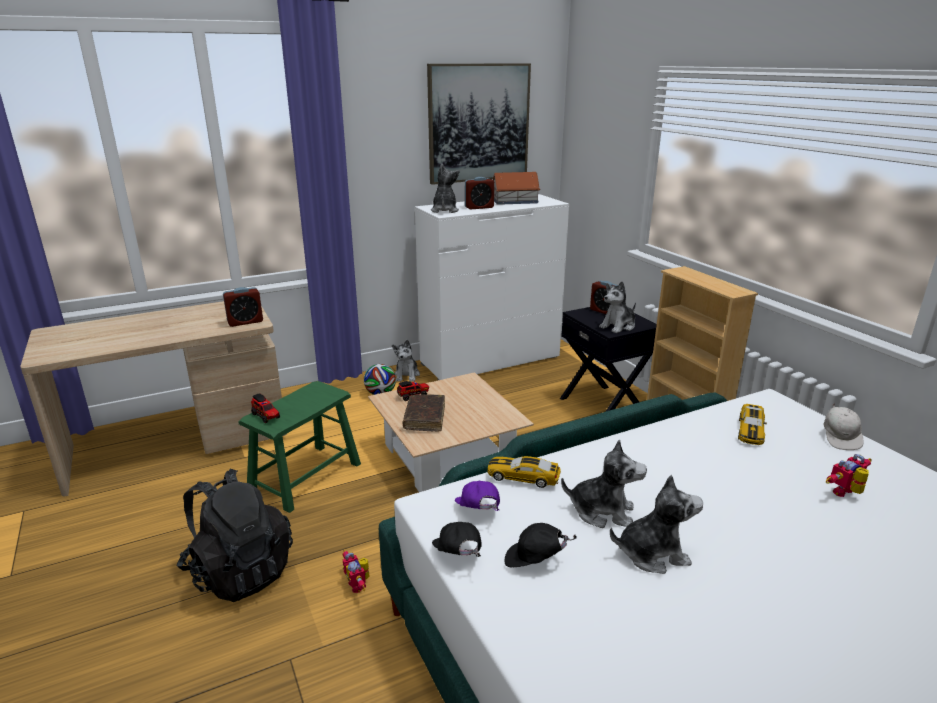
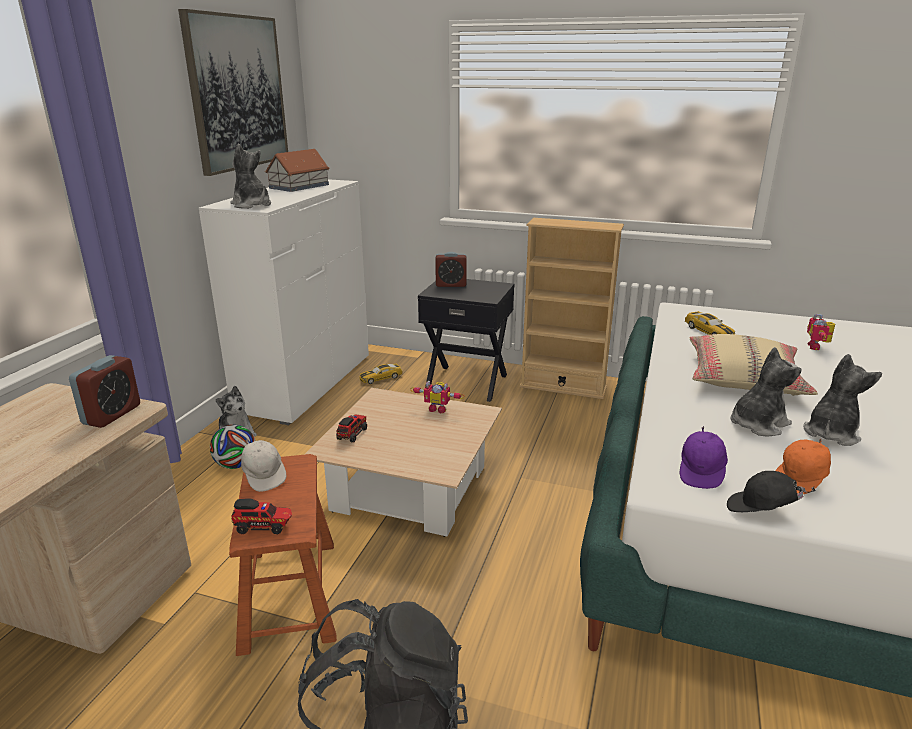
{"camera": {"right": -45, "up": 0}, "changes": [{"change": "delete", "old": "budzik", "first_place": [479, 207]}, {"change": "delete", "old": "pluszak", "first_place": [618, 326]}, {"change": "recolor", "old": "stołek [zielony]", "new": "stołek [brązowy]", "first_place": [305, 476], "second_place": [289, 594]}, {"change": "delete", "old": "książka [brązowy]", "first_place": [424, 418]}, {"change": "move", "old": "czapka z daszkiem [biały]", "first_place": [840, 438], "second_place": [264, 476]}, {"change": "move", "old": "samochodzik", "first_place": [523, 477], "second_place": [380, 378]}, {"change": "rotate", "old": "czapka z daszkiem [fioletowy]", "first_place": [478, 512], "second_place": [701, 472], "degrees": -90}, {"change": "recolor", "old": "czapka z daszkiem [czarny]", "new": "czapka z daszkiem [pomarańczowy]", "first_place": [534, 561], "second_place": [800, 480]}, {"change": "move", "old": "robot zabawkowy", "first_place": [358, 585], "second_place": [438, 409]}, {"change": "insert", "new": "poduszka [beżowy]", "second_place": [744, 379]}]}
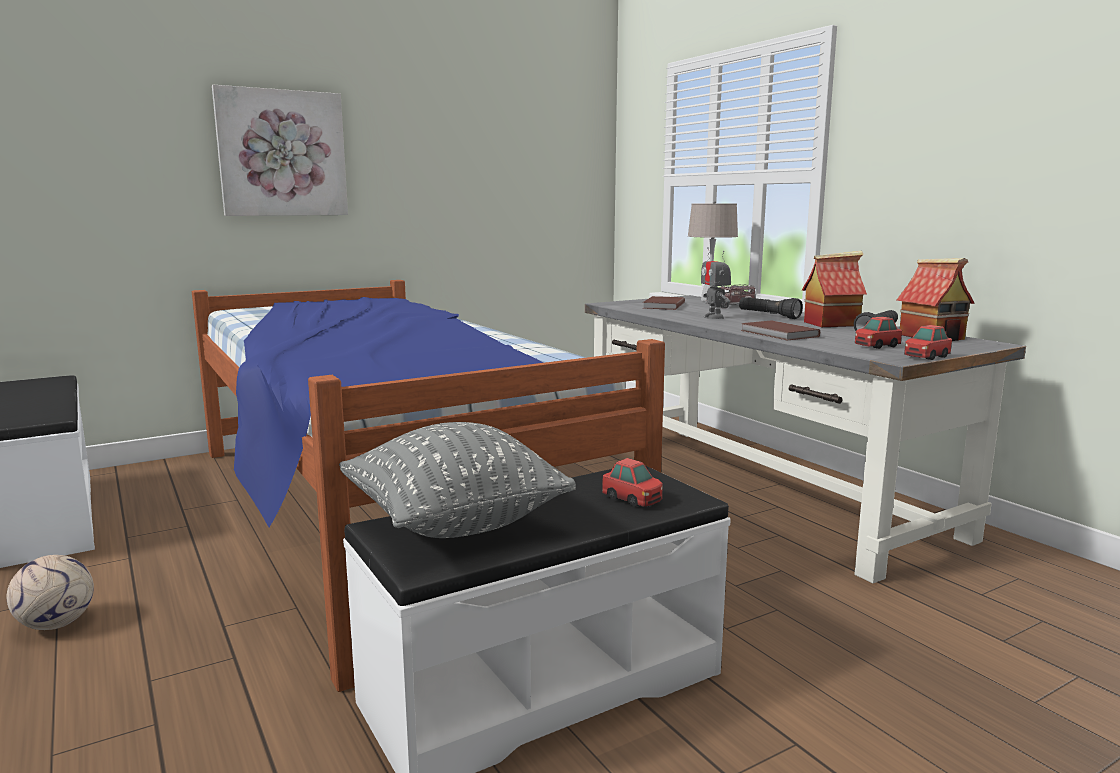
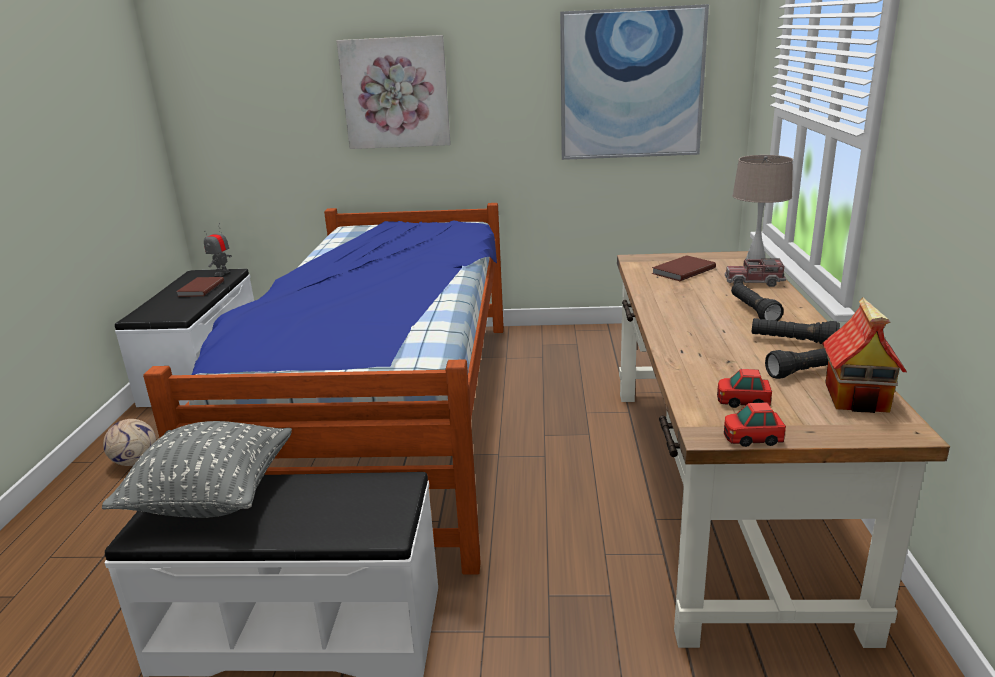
{"camera": {"right": 35, "up": 10}, "changes": [{"change": "move", "old": "robot zabawkowy", "first_place": [713, 317], "second_place": [222, 273]}, {"change": "replace", "old": "domek", "new": "latarka [czarny]", "first_place": [831, 323], "second_place": [792, 342]}, {"change": "recolor", "old": "biurko [szary]", "new": "biurko [brązowy]", "first_place": [759, 489], "second_place": [719, 490]}, {"change": "move", "old": "książka [brązowy]", "first_place": [778, 334], "second_place": [199, 289]}, {"change": "delete", "old": "samochodzik", "first_place": [632, 499]}, {"change": "insert", "new": "obraz", "second_place": [631, 84]}]}
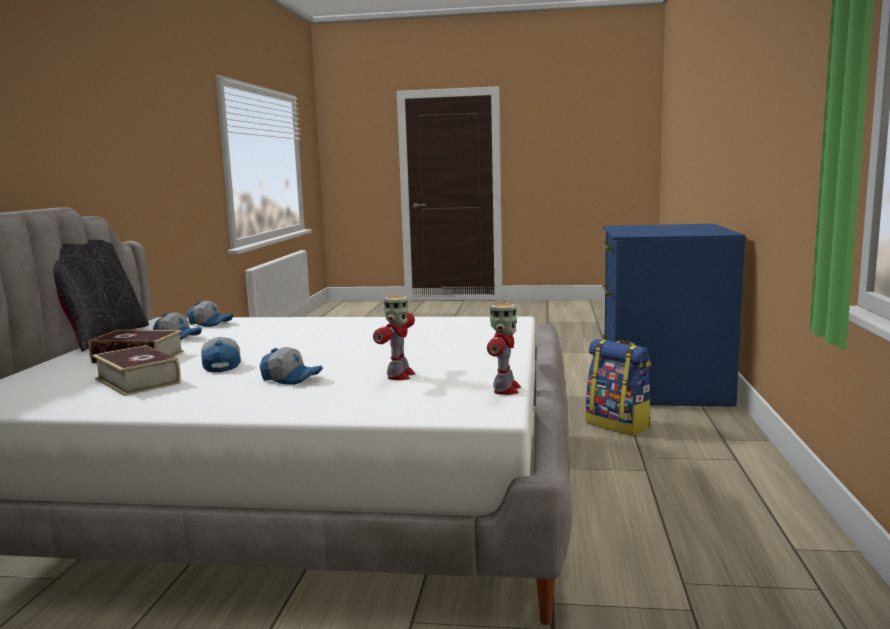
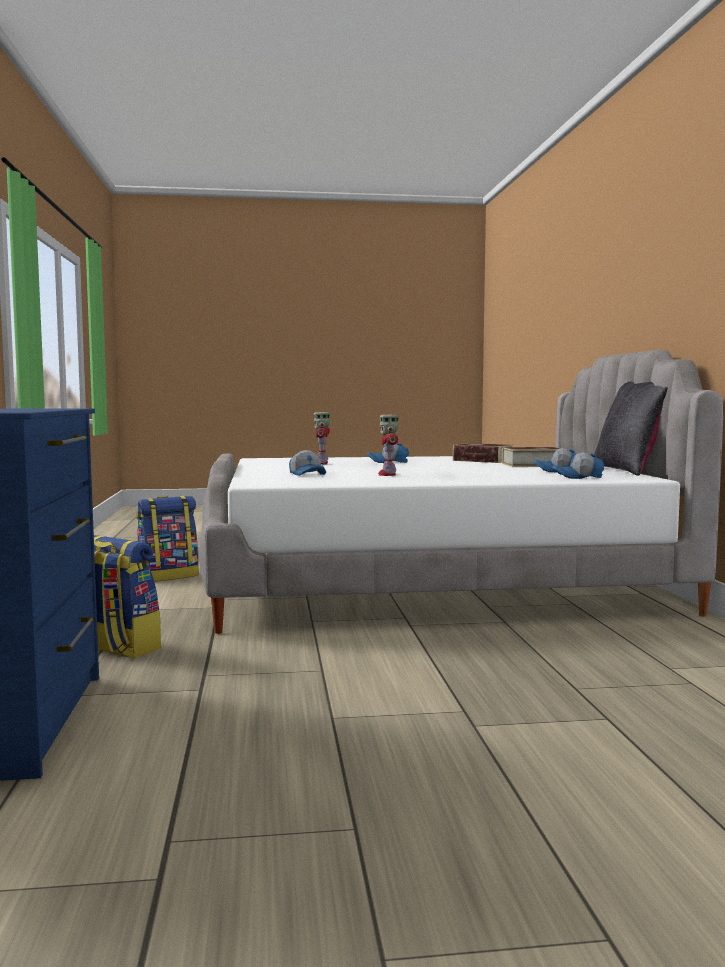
{"camera": {"right": 165, "up": -5}, "changes": [{"change": "move", "old": "robot zabawkowy", "first_place": [505, 390], "second_place": [388, 474]}, {"change": "move", "old": "czapka z daszkiem", "first_place": [221, 365], "second_place": [308, 474]}, {"change": "insert", "new": "plecak", "second_place": [168, 576]}]}
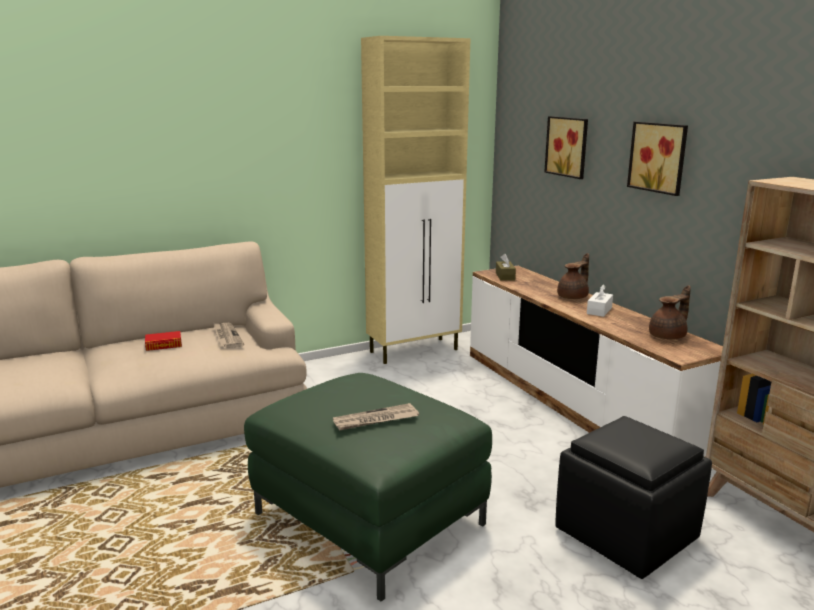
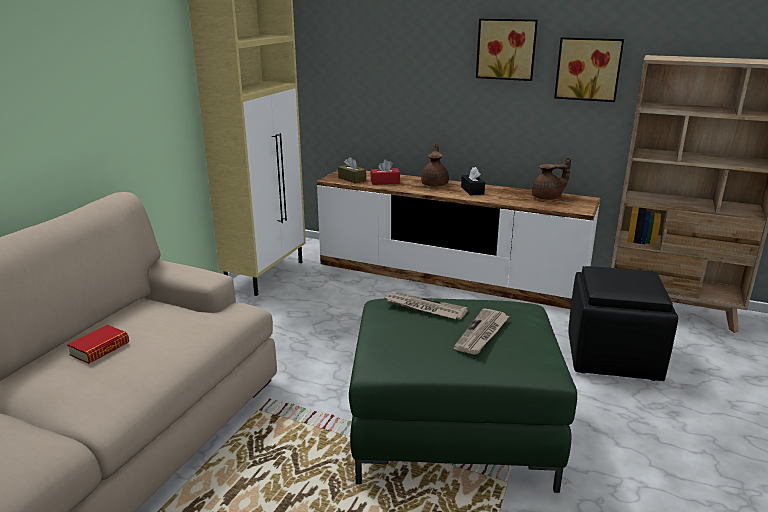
{"camera": {"right": -40, "up": 5}, "changes": [{"change": "move", "old": "obraz", "first_place": [568, 146], "second_place": [588, 69]}, {"change": "recolor", "old": "pudełko chusteczek [biały]", "new": "pudełko chusteczek [czarny]", "first_place": [599, 310], "second_place": [472, 190]}, {"change": "rotate", "old": "imbryk [brązowy]", "first_place": [668, 336], "second_place": [548, 198], "degrees": 60}, {"change": "move", "old": "gazeta", "first_place": [226, 337], "second_place": [424, 308]}, {"change": "insert", "new": "pudełko chusteczek [czerwony]", "second_place": [385, 182]}]}
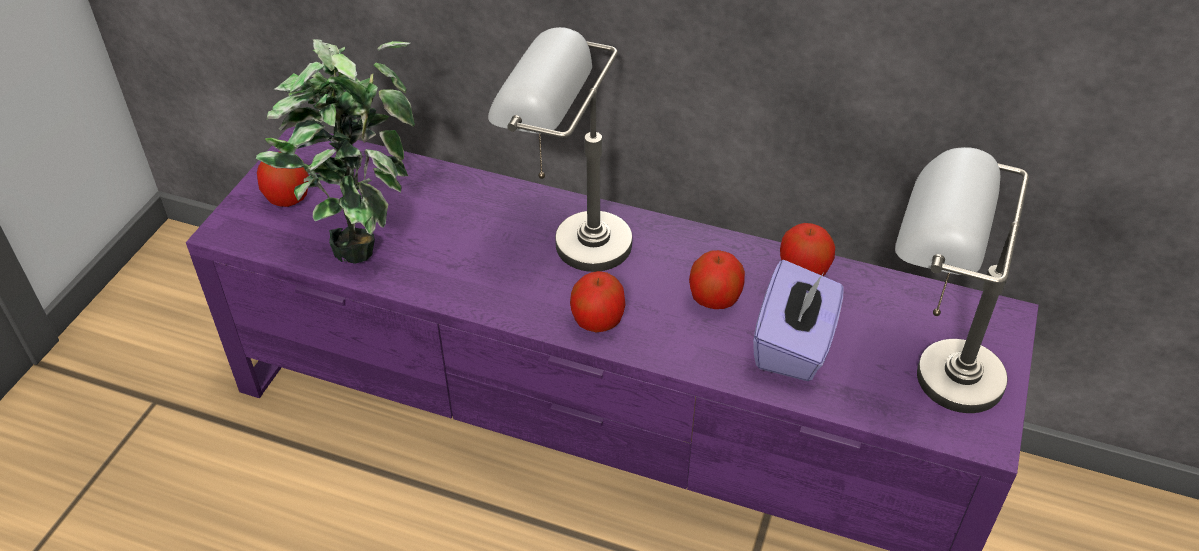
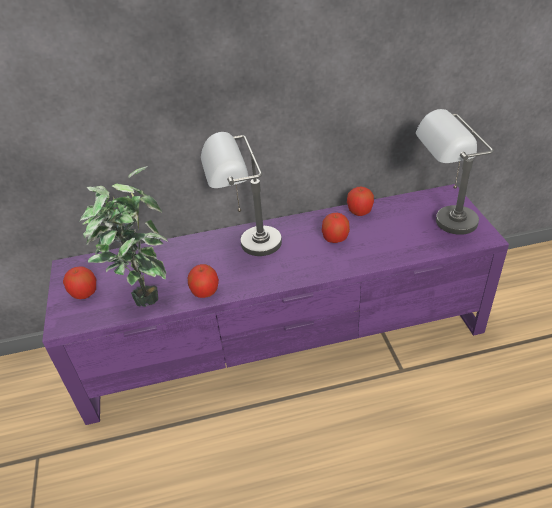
{"camera": {"right": -30, "up": -5}, "changes": [{"change": "delete", "old": "pudełko chusteczek [fioletowy]", "first_place": [794, 345]}, {"change": "move", "old": "jabłko", "first_place": [598, 321], "second_place": [205, 292]}]}
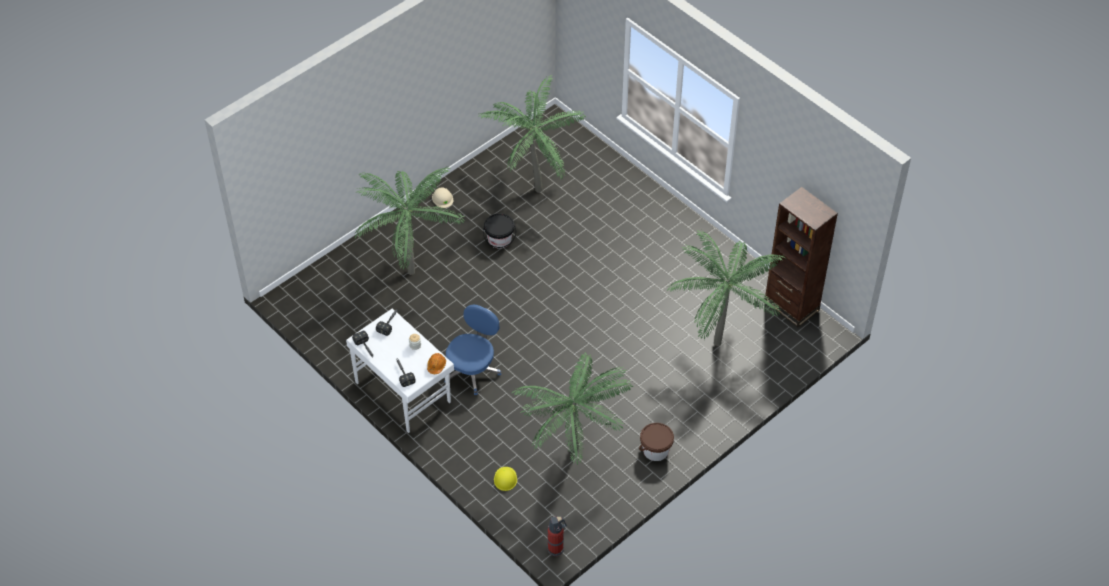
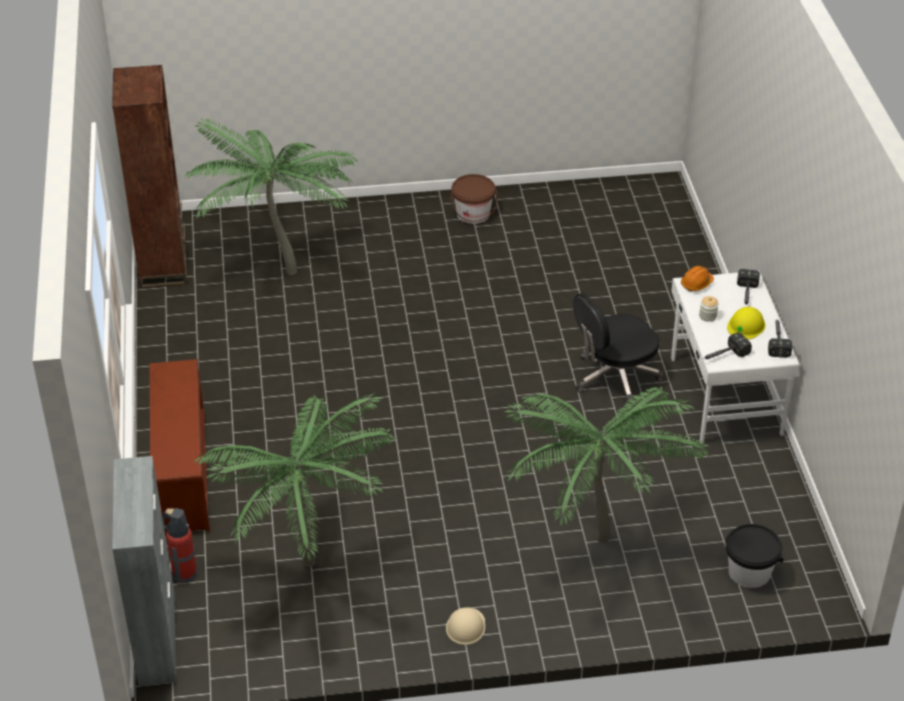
{"camera": {"right": -145, "up": -10}, "changes": [{"change": "move", "old": "wiadro [czarny]", "first_place": [499, 240], "second_place": [749, 572]}, {"change": "recolor", "old": "krzesło biurowe [niebieski]", "new": "krzesło biurowe [czarny]", "first_place": [472, 370], "second_place": [614, 378]}, {"change": "delete", "old": "roślina doniczkowa", "first_place": [573, 458]}, {"change": "move", "old": "kask [żółty]", "first_place": [505, 479], "second_place": [746, 325]}, {"change": "move", "old": "gaśnica", "first_place": [556, 549], "second_place": [183, 573]}, {"change": "insert", "new": "regał na buty [brązowy]", "second_place": [182, 474]}, {"change": "insert", "new": "szafka [szary]", "second_place": [157, 637]}]}
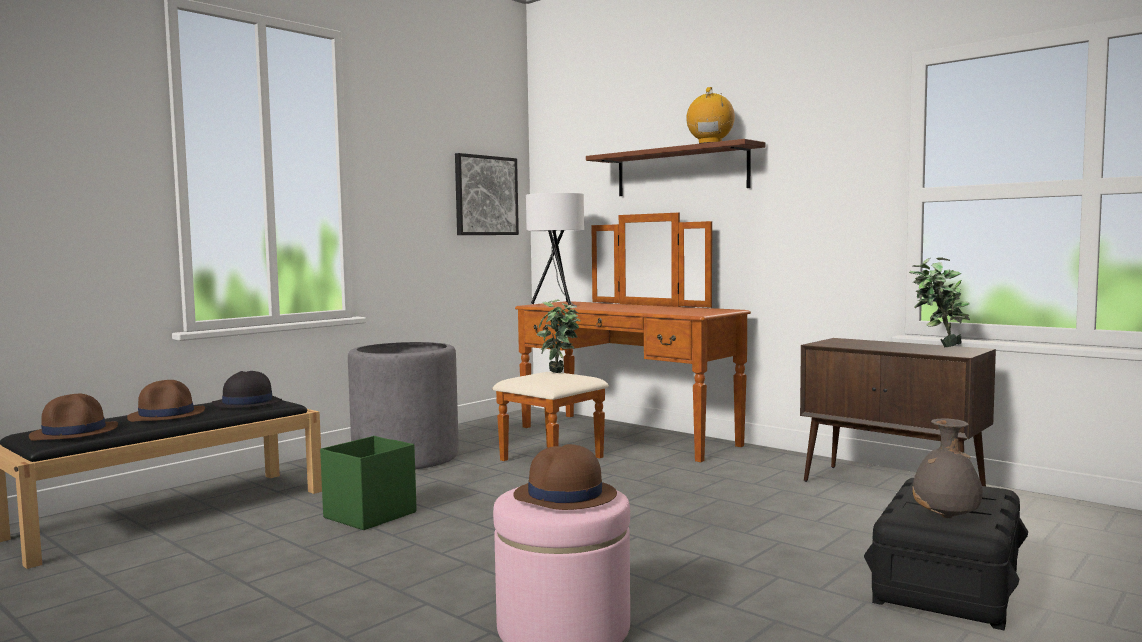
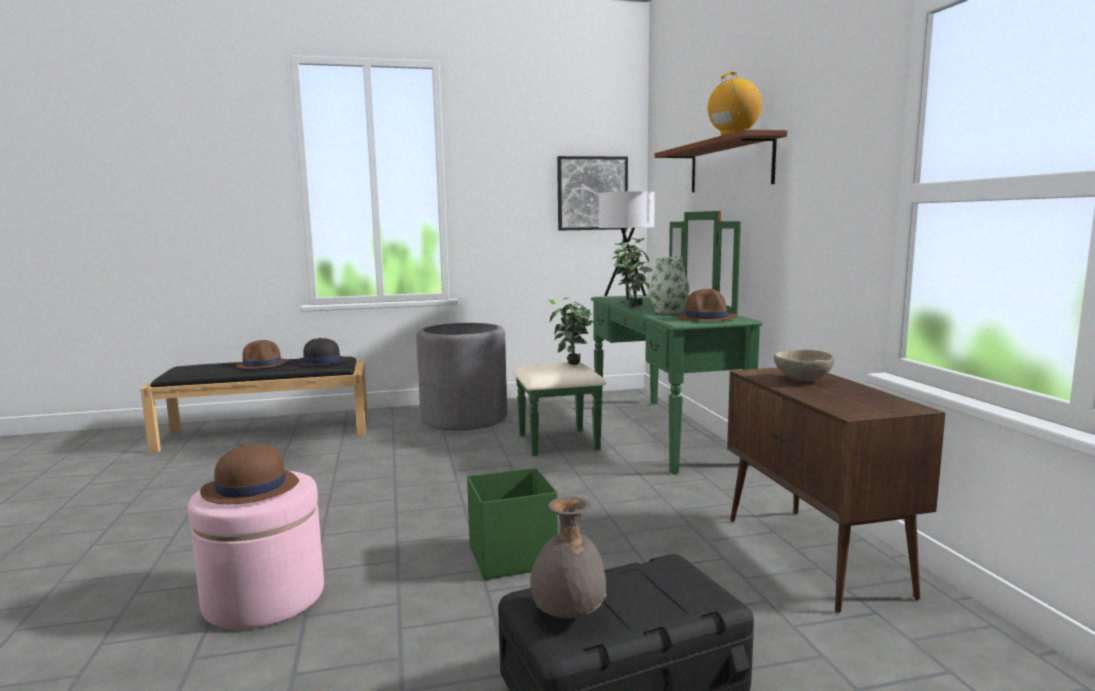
{"camera": {"right": 35, "up": 5}, "changes": [{"change": "recolor", "old": "komoda [brązowy]", "new": "komoda [zielony]", "first_place": [611, 441], "second_place": [639, 435]}, {"change": "move", "old": "roślina doniczkowa", "first_place": [938, 346], "second_place": [631, 306]}, {"change": "move", "old": "kapelusz [brązowy]", "first_place": [75, 432], "second_place": [706, 318]}, {"change": "move", "old": "pojemnik do przechowywania [zielony]", "first_place": [368, 515], "second_place": [511, 557]}, {"change": "insert", "new": "wazon", "second_place": [668, 312]}, {"change": "insert", "new": "miska [beżowy]", "second_place": [802, 379]}]}
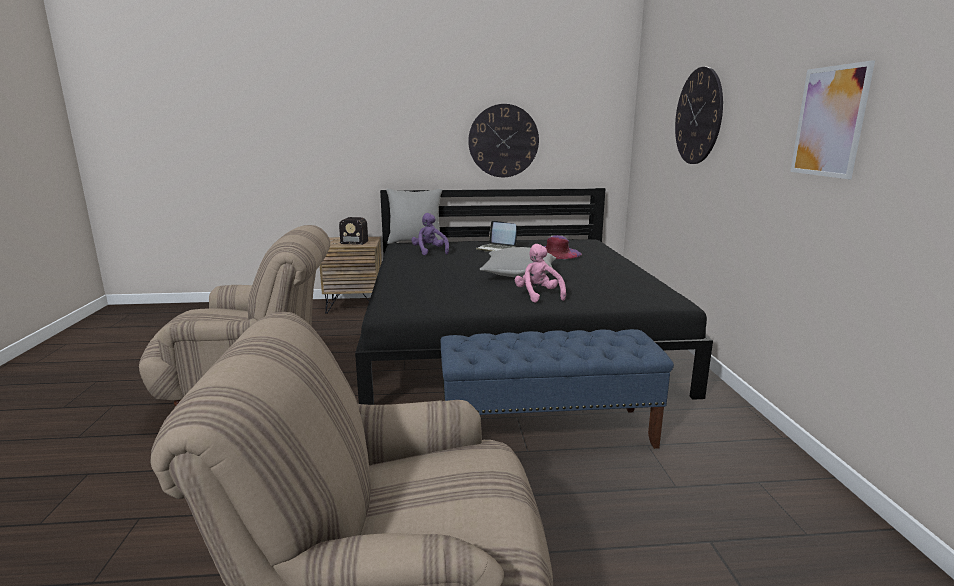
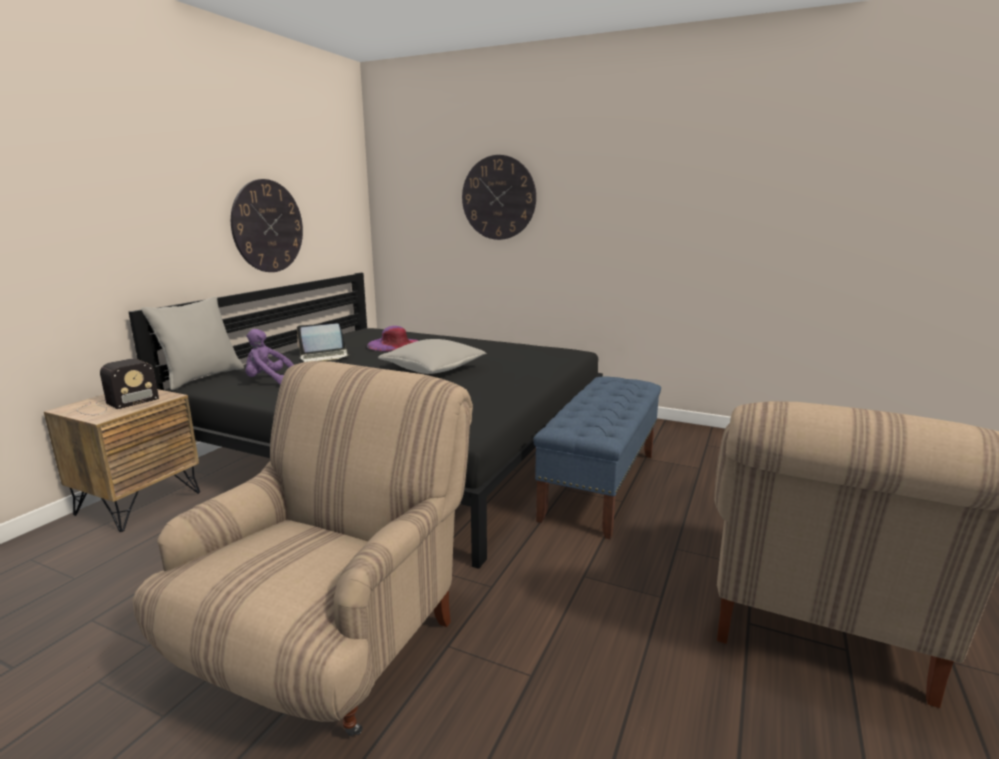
{"camera": {"right": -60, "up": 0}, "changes": [{"change": "delete", "old": "obraz", "first_place": [829, 121]}, {"change": "delete", "old": "pluszak [różowy]", "first_place": [538, 296]}]}
